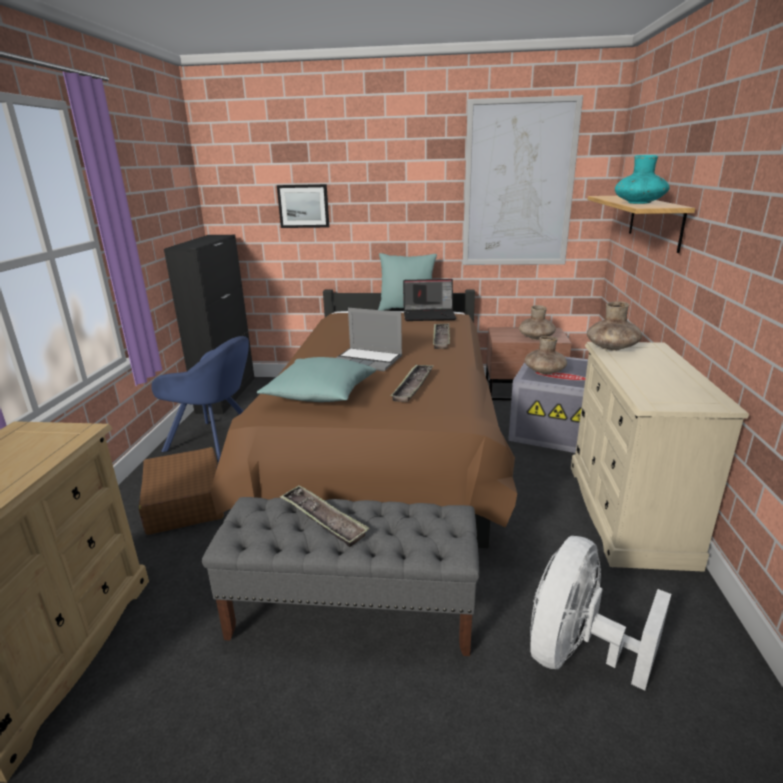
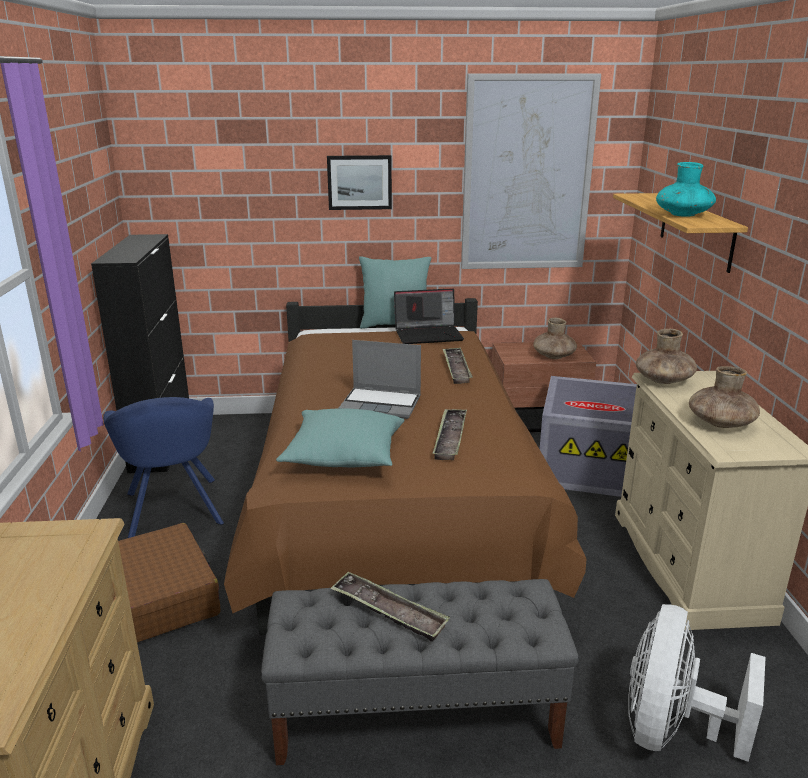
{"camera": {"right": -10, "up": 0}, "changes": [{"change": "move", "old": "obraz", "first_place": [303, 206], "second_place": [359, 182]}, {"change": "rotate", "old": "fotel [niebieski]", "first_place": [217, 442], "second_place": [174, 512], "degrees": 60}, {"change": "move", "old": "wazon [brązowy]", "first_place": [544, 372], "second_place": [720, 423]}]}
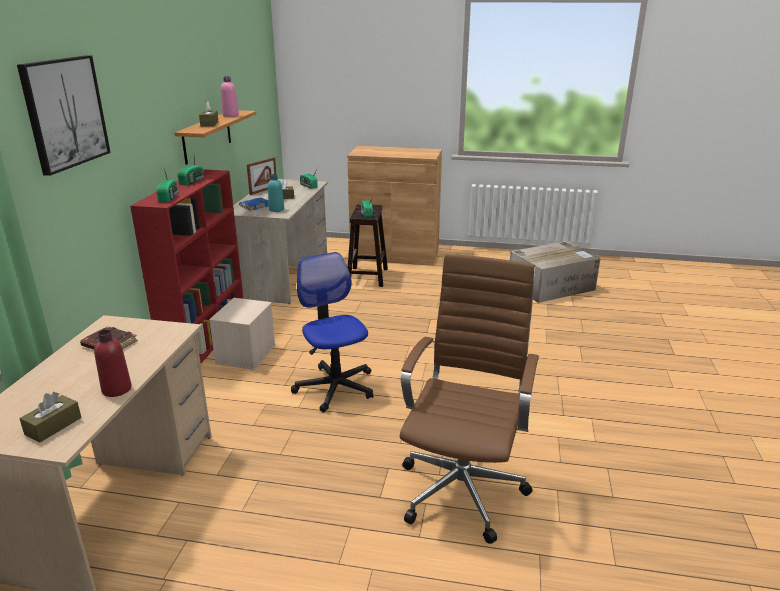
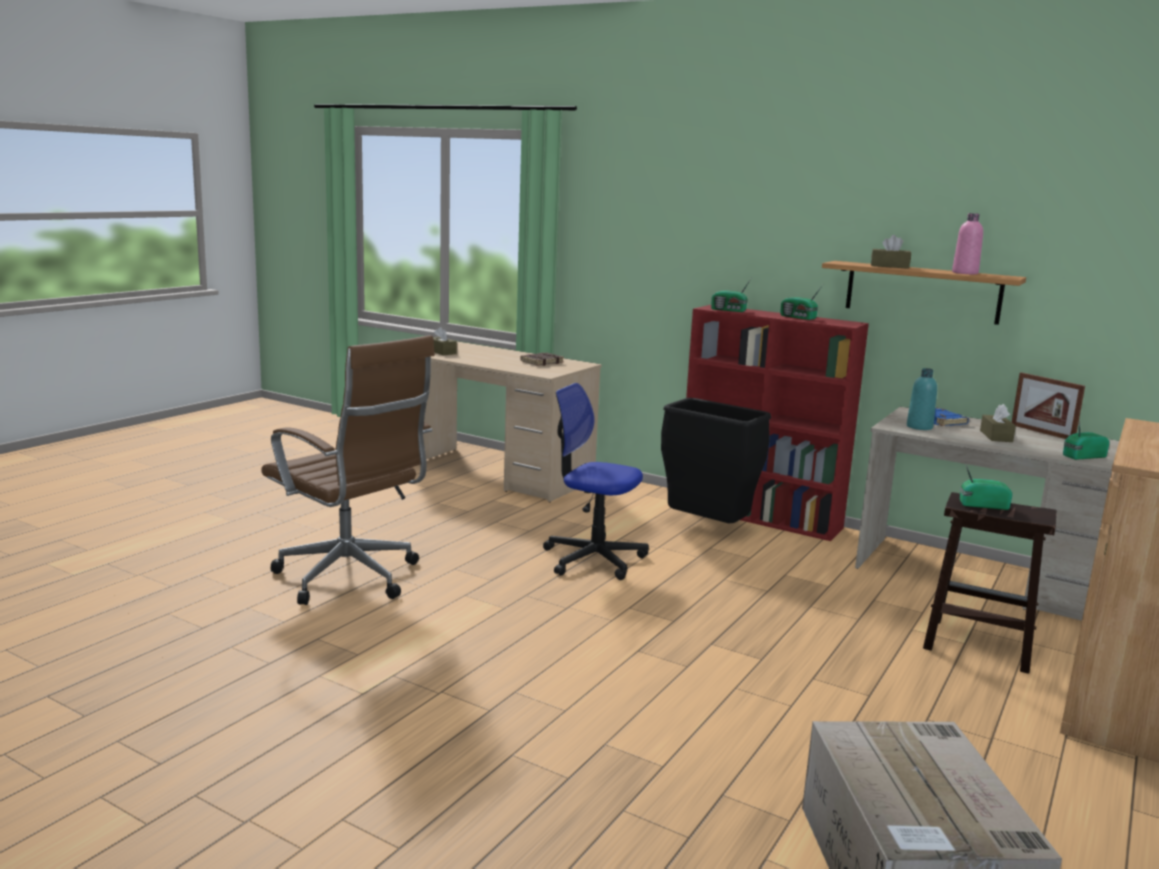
{"camera": {"right": 110, "up": -10}, "changes": [{"change": "delete", "old": "obraz", "first_place": [65, 113]}, {"change": "rotate", "old": "krzesło biurowe", "first_place": [335, 387], "second_place": [593, 559], "degrees": -150}, {"change": "replace", "old": "pojemnik do przechowywania [beżowy]", "new": "kosz na śmieci [czarny]", "first_place": [246, 354], "second_place": [706, 530]}, {"change": "delete", "old": "butelka [czerwony]", "first_place": [116, 389]}]}
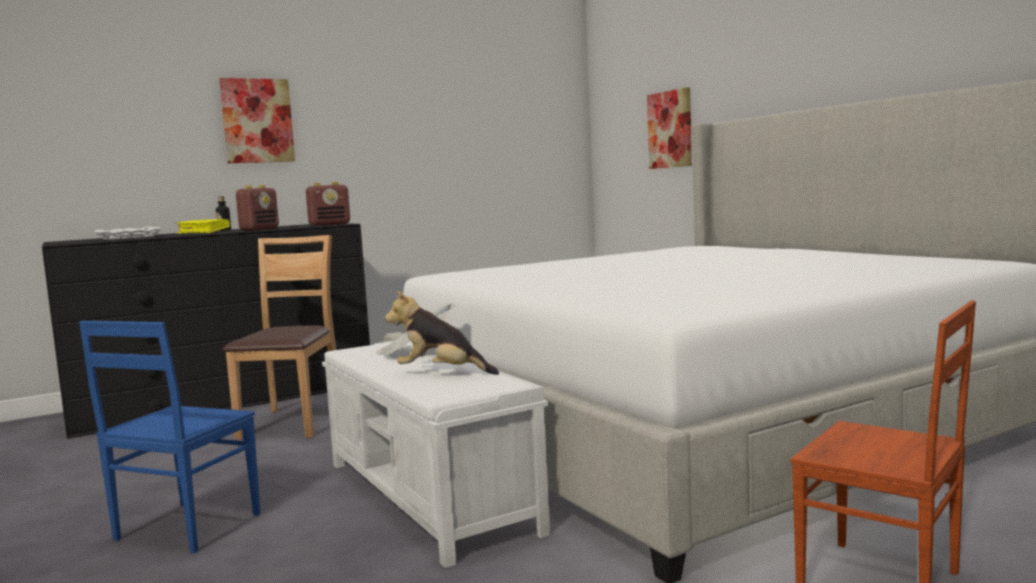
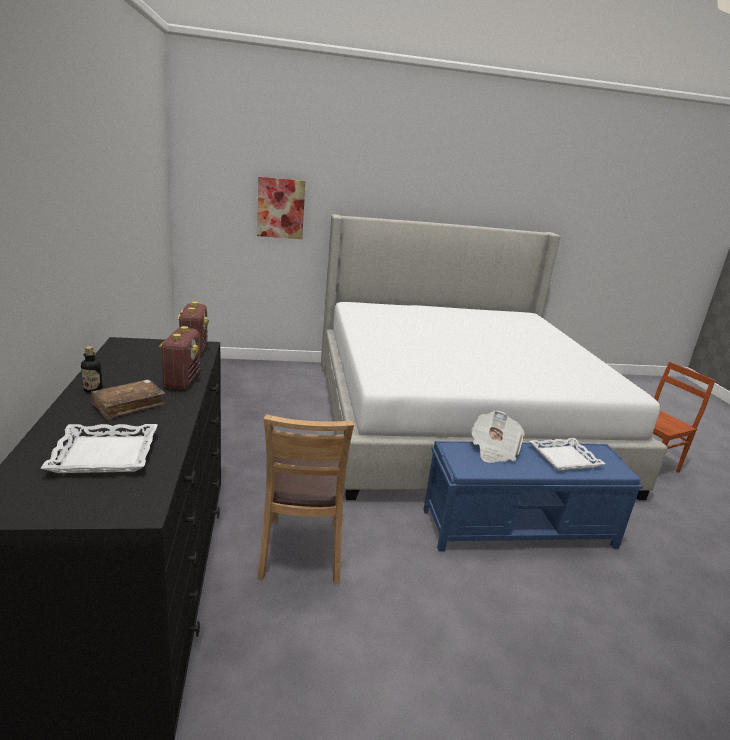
{"camera": {"right": -70, "up": 15}, "changes": [{"change": "delete", "old": "obraz", "first_place": [257, 121]}, {"change": "rotate", "old": "radio", "first_place": [259, 229], "second_place": [182, 380], "degrees": 45}, {"change": "recolor", "old": "książka [żółty]", "new": "książka [brązowy]", "first_place": [203, 232], "second_place": [128, 405]}, {"change": "rotate", "old": "krzesło [brązowy]", "first_place": [293, 422], "second_place": [302, 550], "degrees": -120}, {"change": "replace", "old": "pluszak", "new": "taca [biały]", "first_place": [441, 373], "second_place": [564, 458]}, {"change": "delete", "old": "krzesło [niebieski]", "first_place": [185, 527]}, {"change": "recolor", "old": "ławka [biały]", "new": "ławka [niebieski]", "first_place": [429, 496], "second_place": [520, 528]}]}
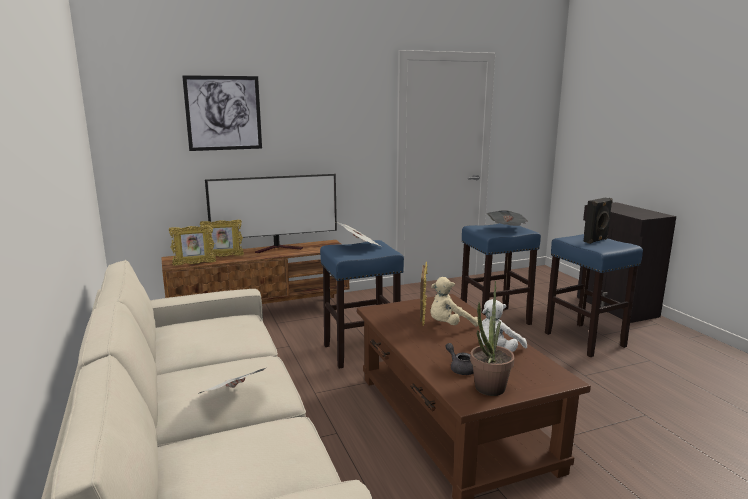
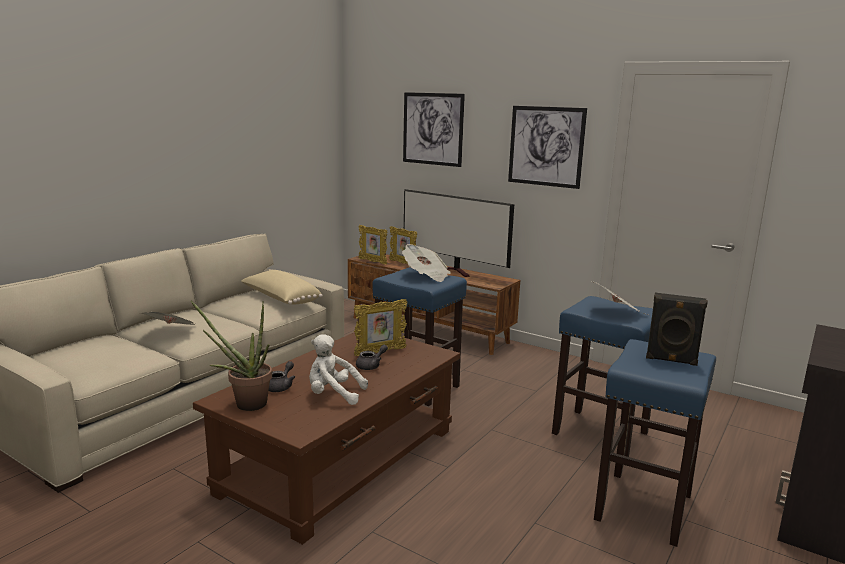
{"camera": {"right": 55, "up": 0}, "changes": [{"change": "replace", "old": "pluszak [beżowy]", "new": "imbryk [szary]", "first_place": [449, 325], "second_place": [371, 366]}, {"change": "insert", "new": "obraz", "second_place": [546, 146]}, {"change": "insert", "new": "poduszka [beżowy]", "second_place": [280, 299]}]}
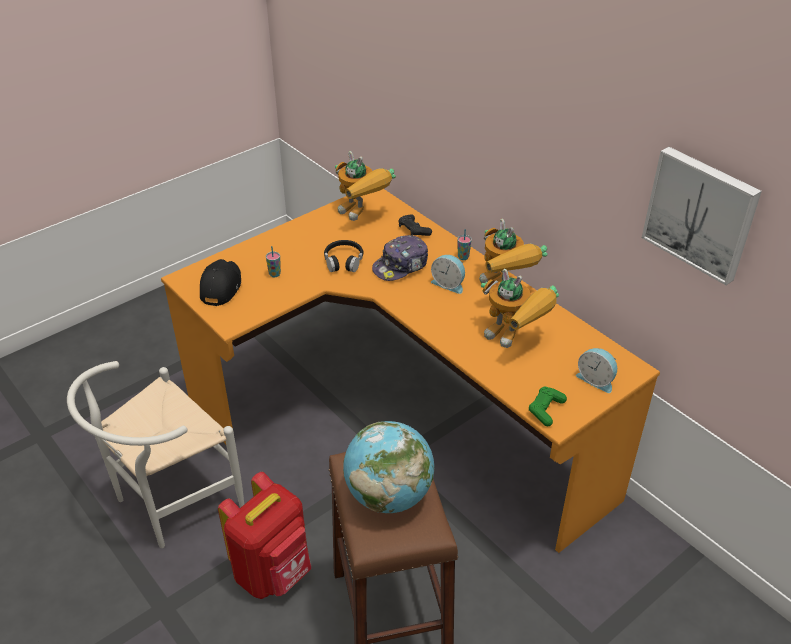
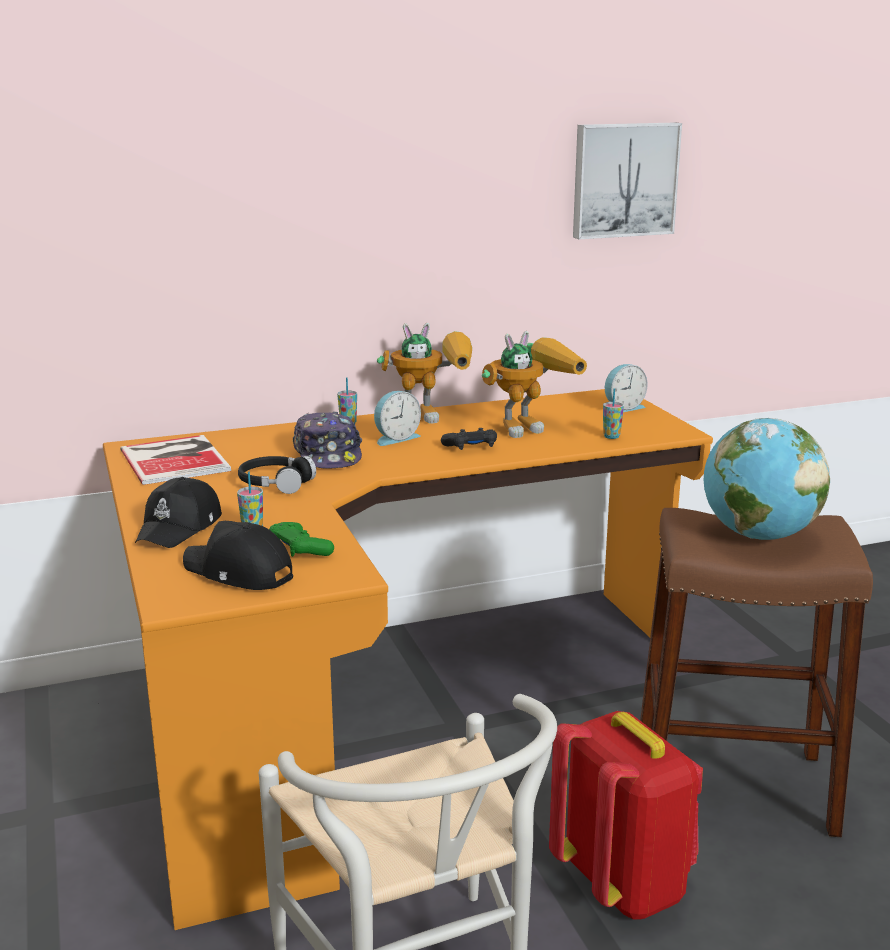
{"camera": {"right": -70, "up": -20}, "changes": [{"change": "replace", "old": "robot zabawkowy", "new": "książka", "first_place": [362, 215], "second_place": [176, 459]}, {"change": "move", "old": "pad do gier [czarny]", "first_place": [413, 230], "second_place": [471, 447]}, {"change": "move", "old": "pad do gier [zielony]", "first_place": [546, 410], "second_place": [299, 549]}, {"change": "insert", "new": "filiżanka", "second_place": [611, 436]}, {"change": "insert", "new": "czapka z daszkiem [czarny]", "second_place": [180, 527]}]}
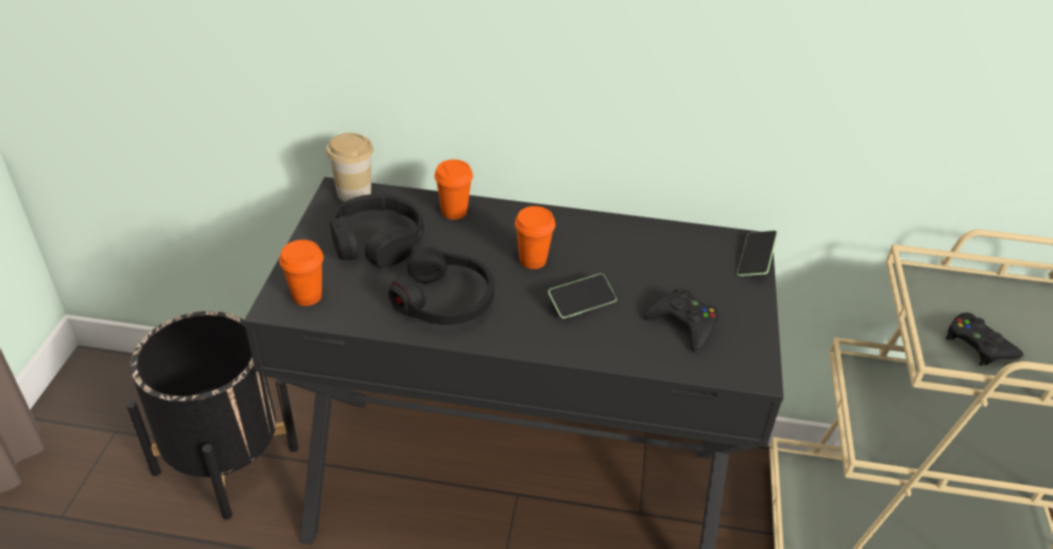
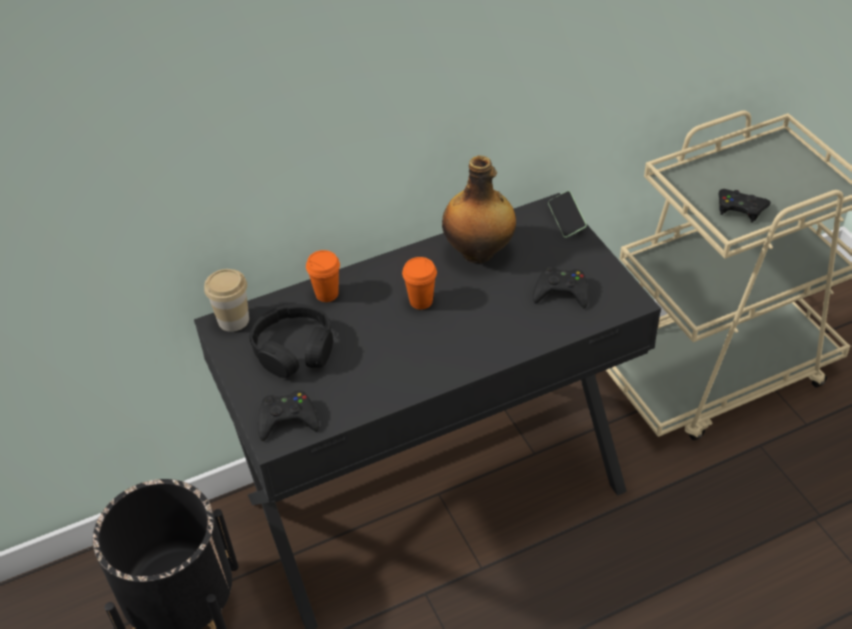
{"camera": {"right": -30, "up": 5}, "changes": [{"change": "replace", "old": "filiżanka [pomarańczowy]", "new": "pad do gier [czarny]", "first_place": [307, 296], "second_place": [287, 419]}, {"change": "delete", "old": "słuchawki [czarny]", "first_place": [445, 300]}, {"change": "delete", "old": "telefon", "first_place": [581, 303]}, {"change": "insert", "new": "butelka", "second_place": [479, 252]}]}
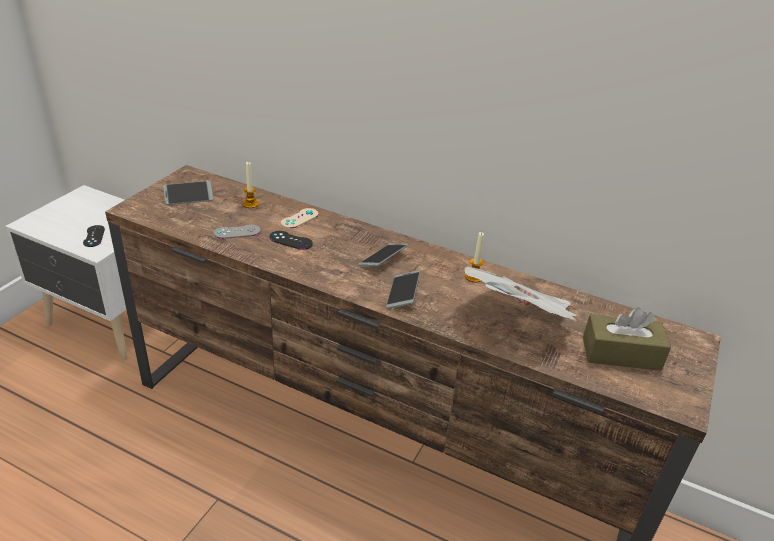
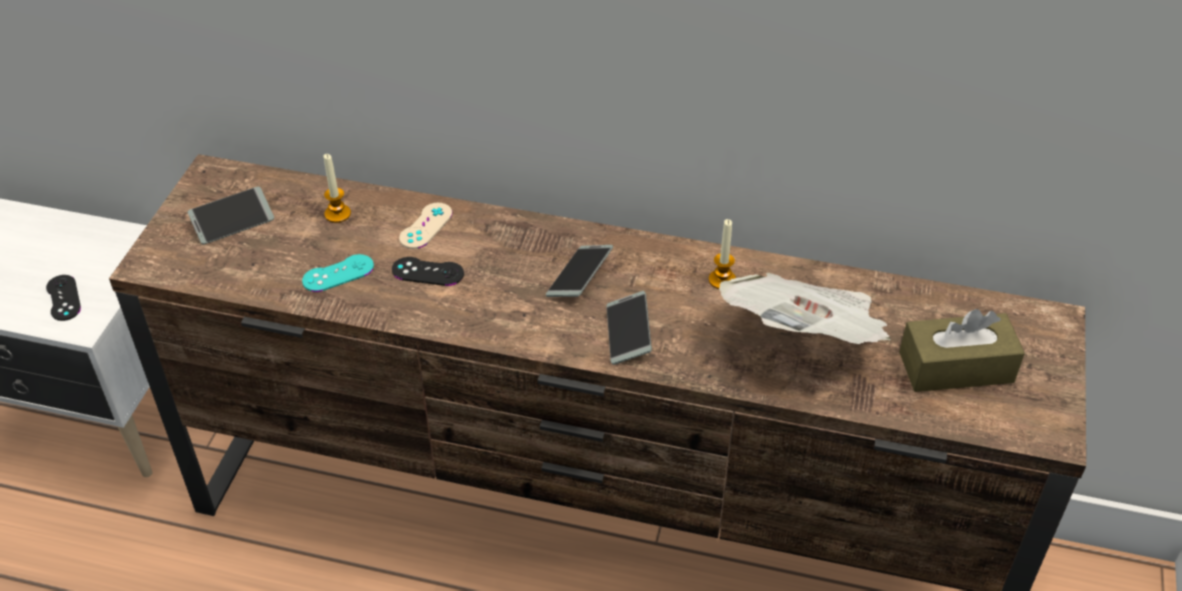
{"camera": {"right": -10, "up": 10}, "changes": [{"change": "recolor", "old": "pad do gier [szary]", "new": "pad do gier [turkusowy]", "first_place": [237, 232], "second_place": [338, 273]}]}
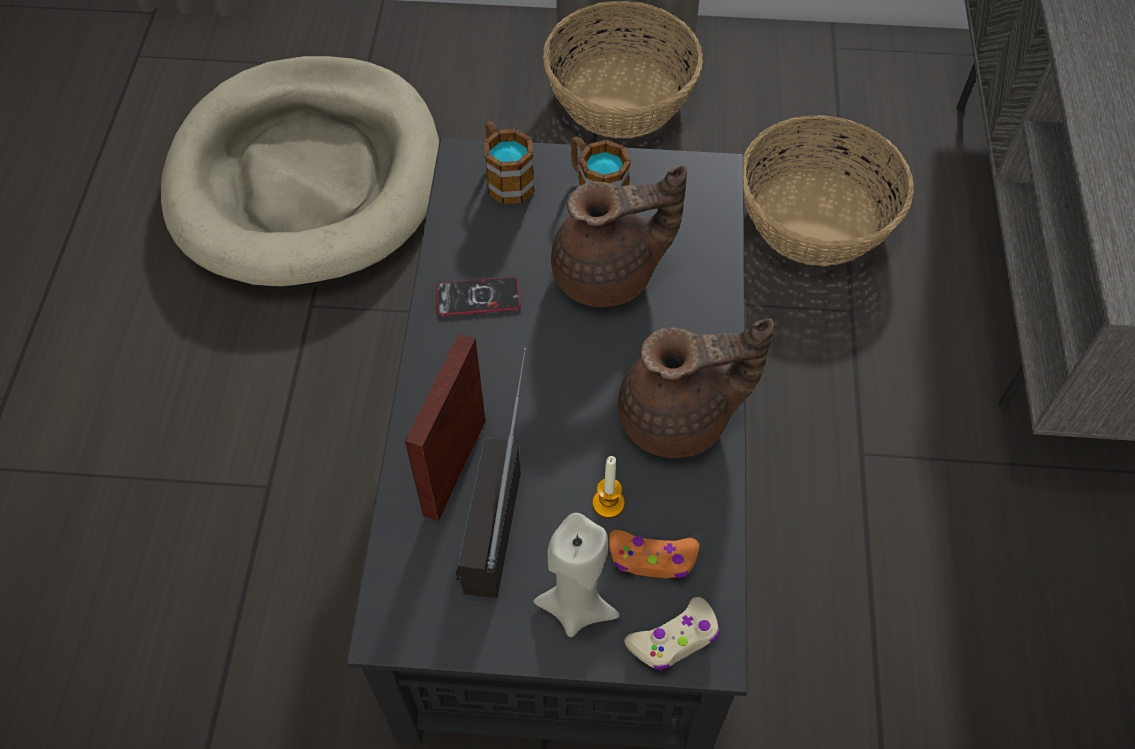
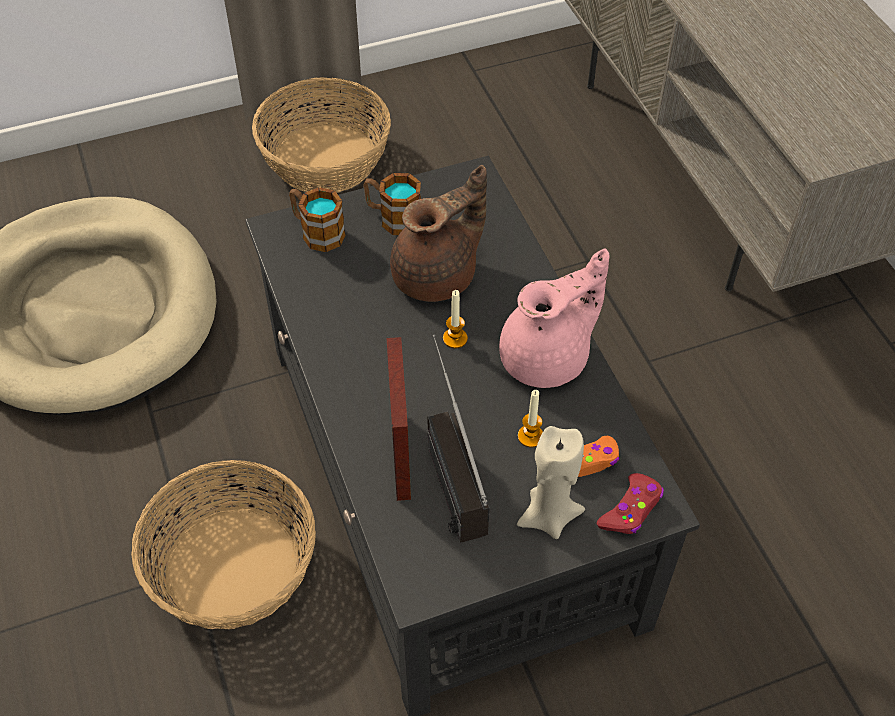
{"camera": {"right": -25, "up": -5}, "changes": [{"change": "move", "old": "koszyk", "first_place": [815, 216], "second_place": [233, 566]}, {"change": "delete", "old": "telefon", "first_place": [478, 297]}, {"change": "recolor", "old": "imbryk [brązowy]", "new": "imbryk [różowy]", "first_place": [679, 418], "second_place": [548, 358]}, {"change": "recolor", "old": "pad do gier [beżowy]", "new": "pad do gier [czerwony]", "first_place": [674, 639], "second_place": [631, 510]}, {"change": "insert", "new": "świeca", "second_place": [455, 338]}]}
